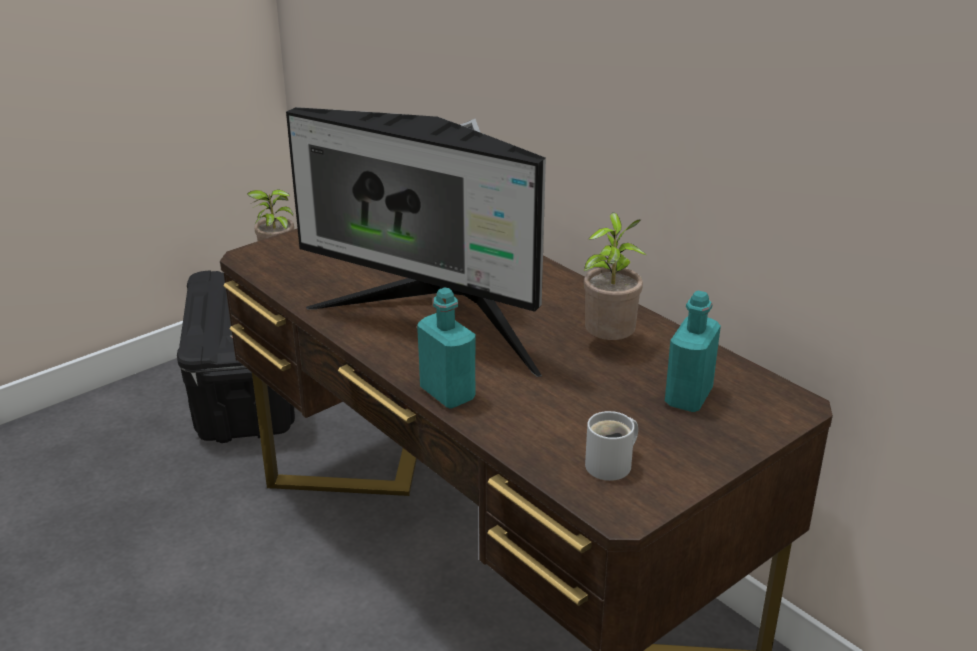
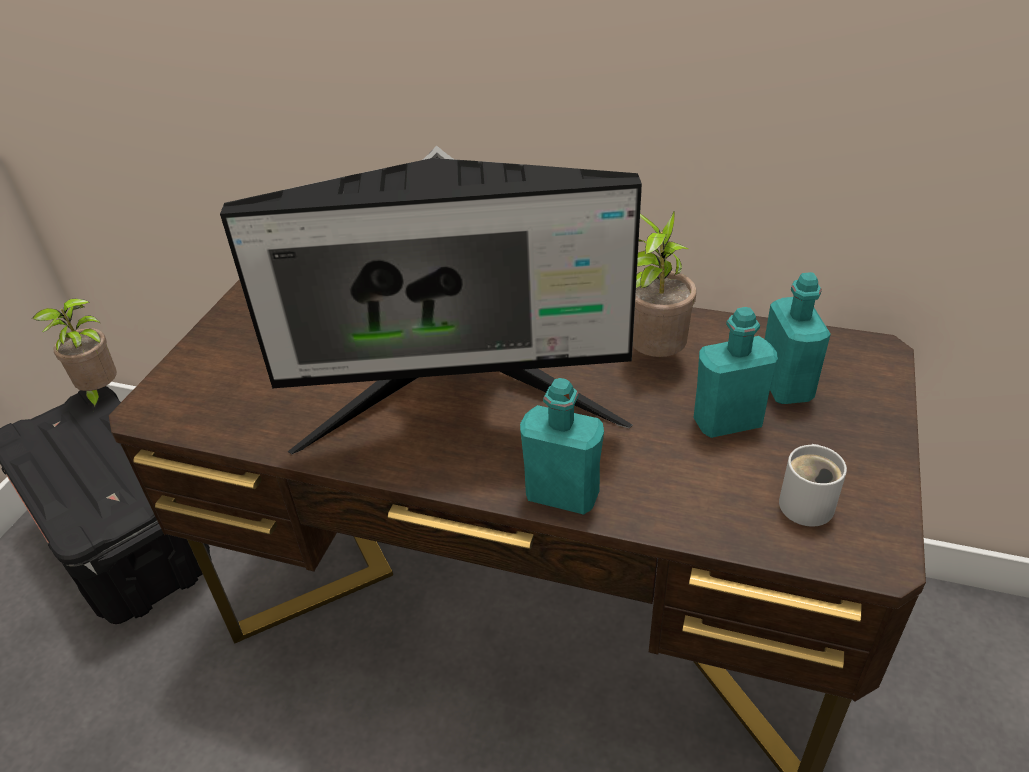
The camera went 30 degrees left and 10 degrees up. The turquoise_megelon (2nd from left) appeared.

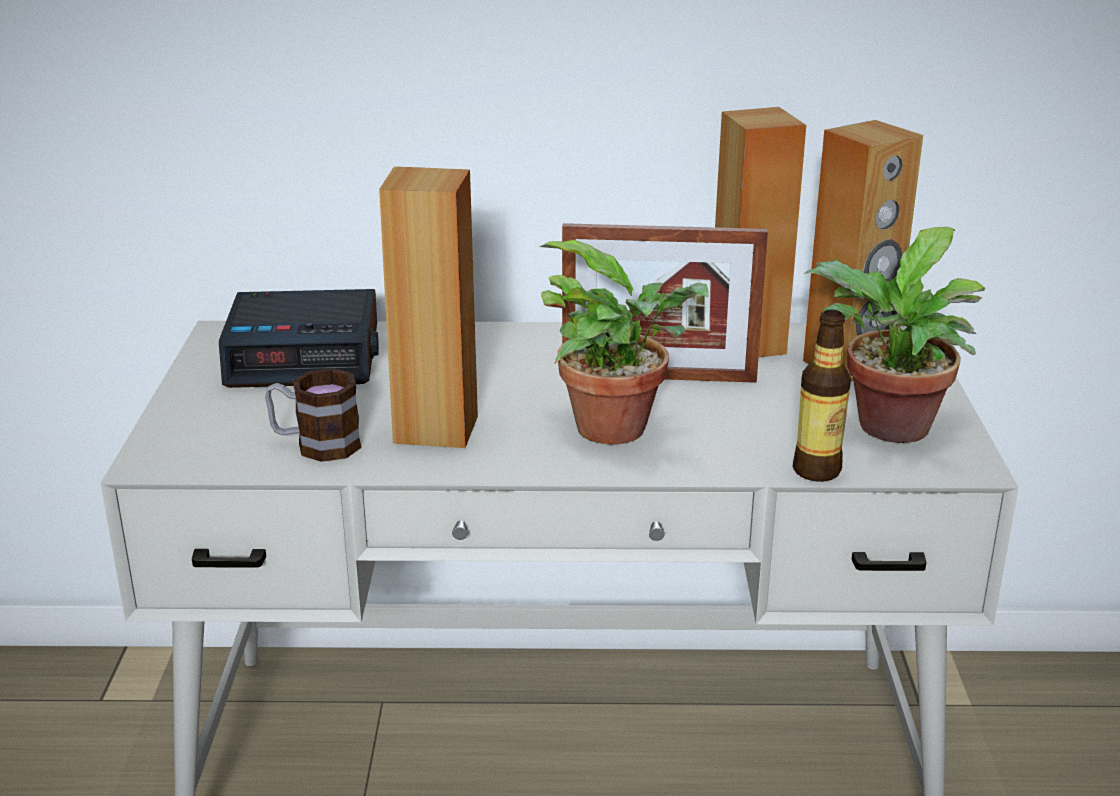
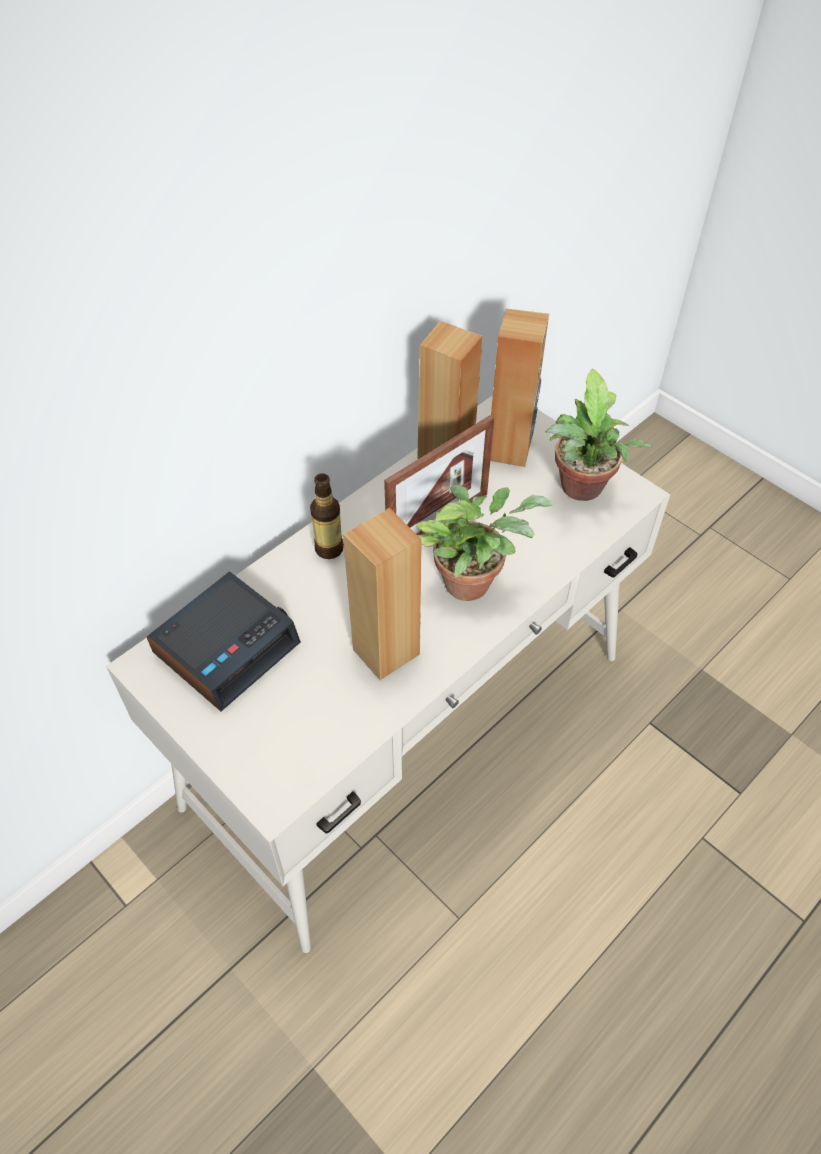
The camera went 45 degrees left and 25 degrees up. The megelon moved. The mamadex disappeared.

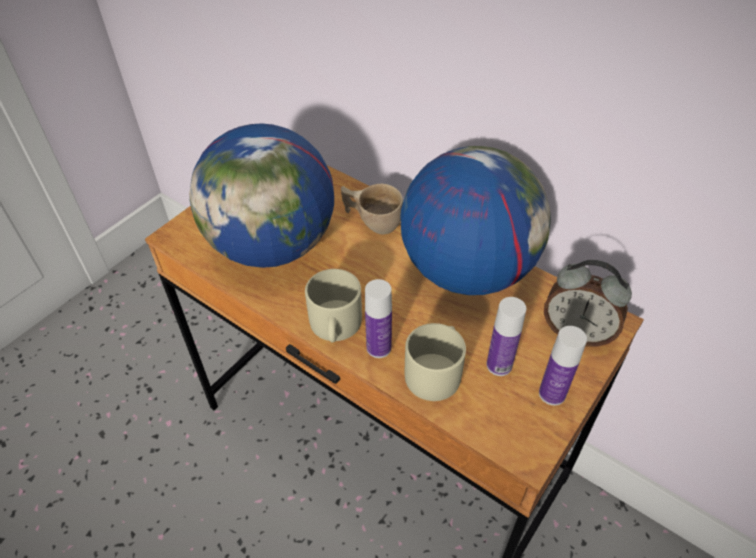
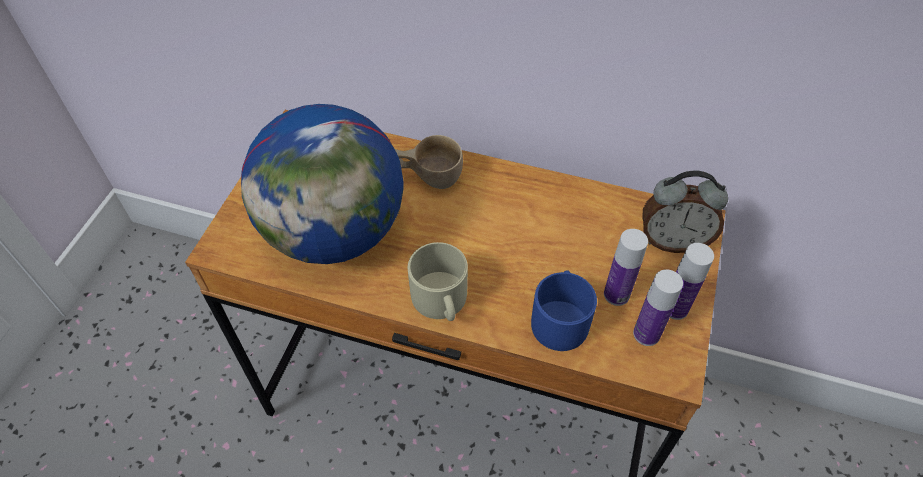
The camera went 20 degrees left and 5 degrees up. The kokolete (2nd from left) disappeared. The megelon (1st from left in the first image) moved. The beige_mamadex (2nd from left) became the blue_mamadex.

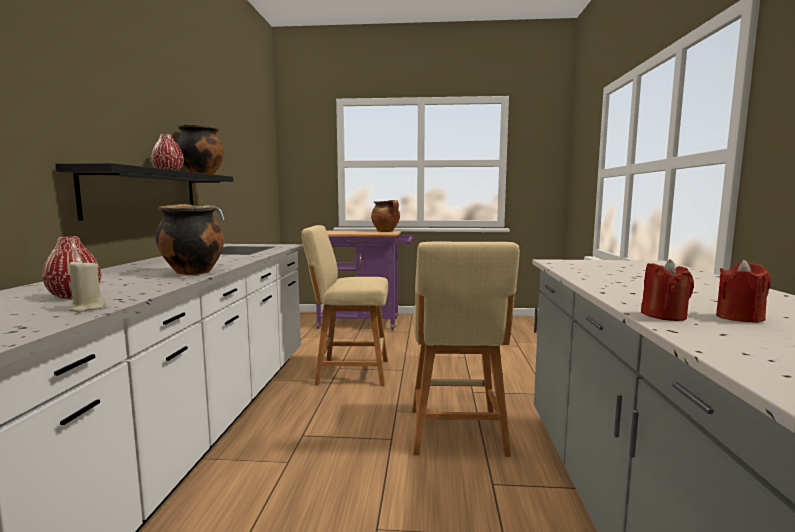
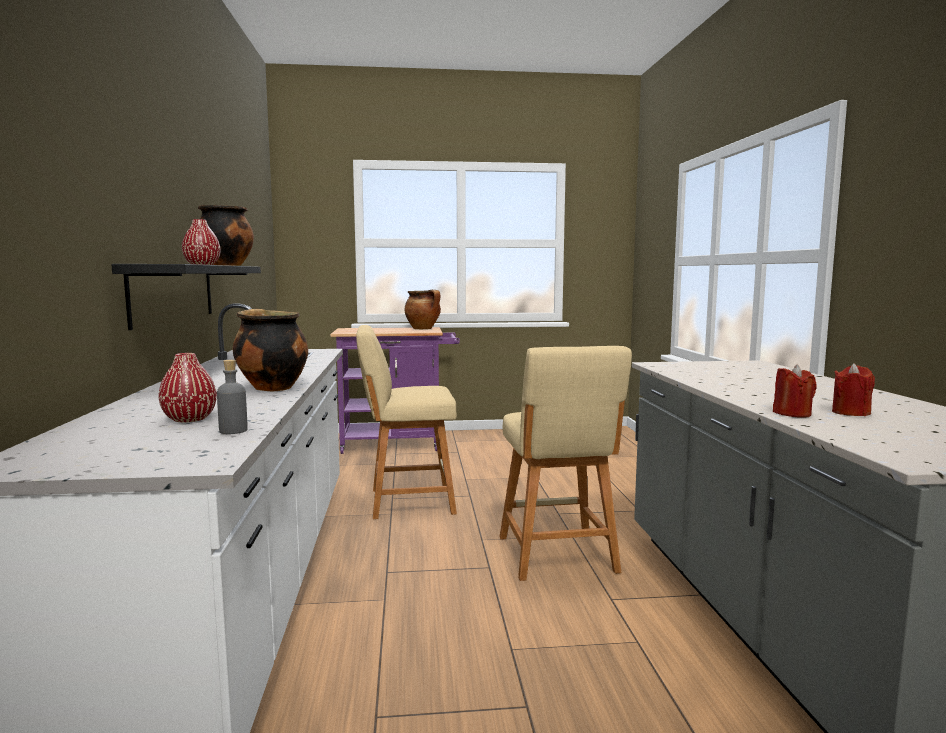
The camera went 10 degrees left and 0 degrees up. The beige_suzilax was replaced by the grey_megelon.

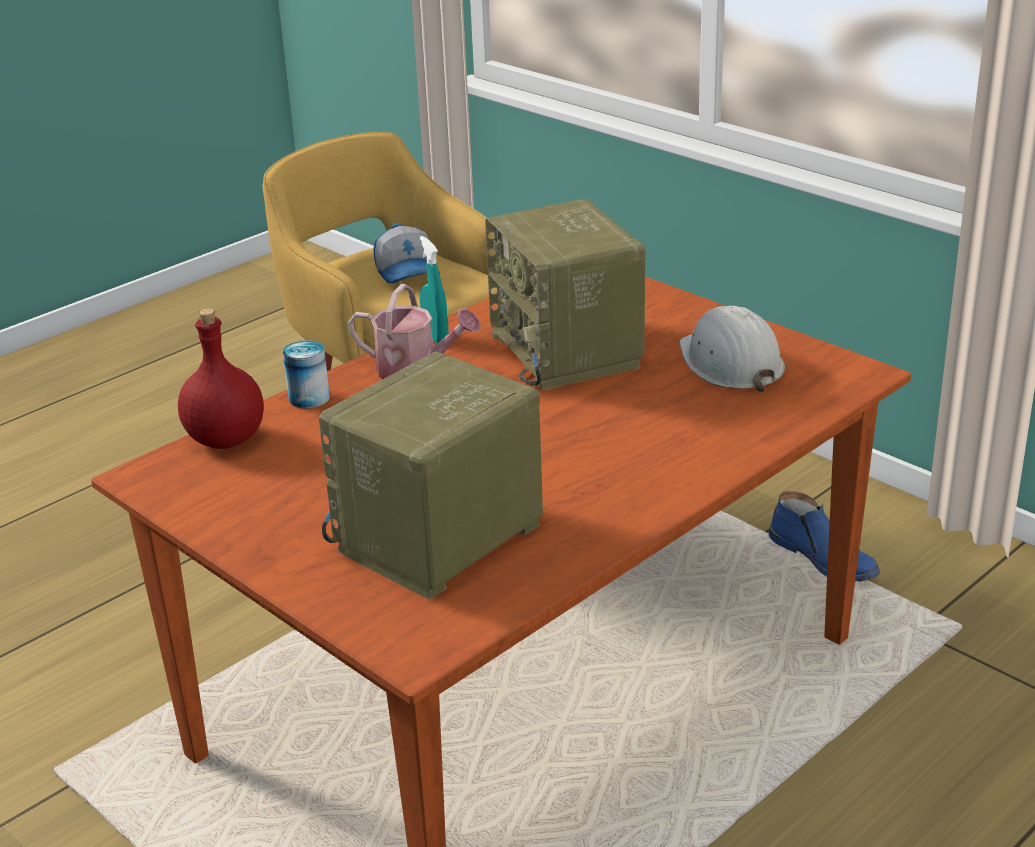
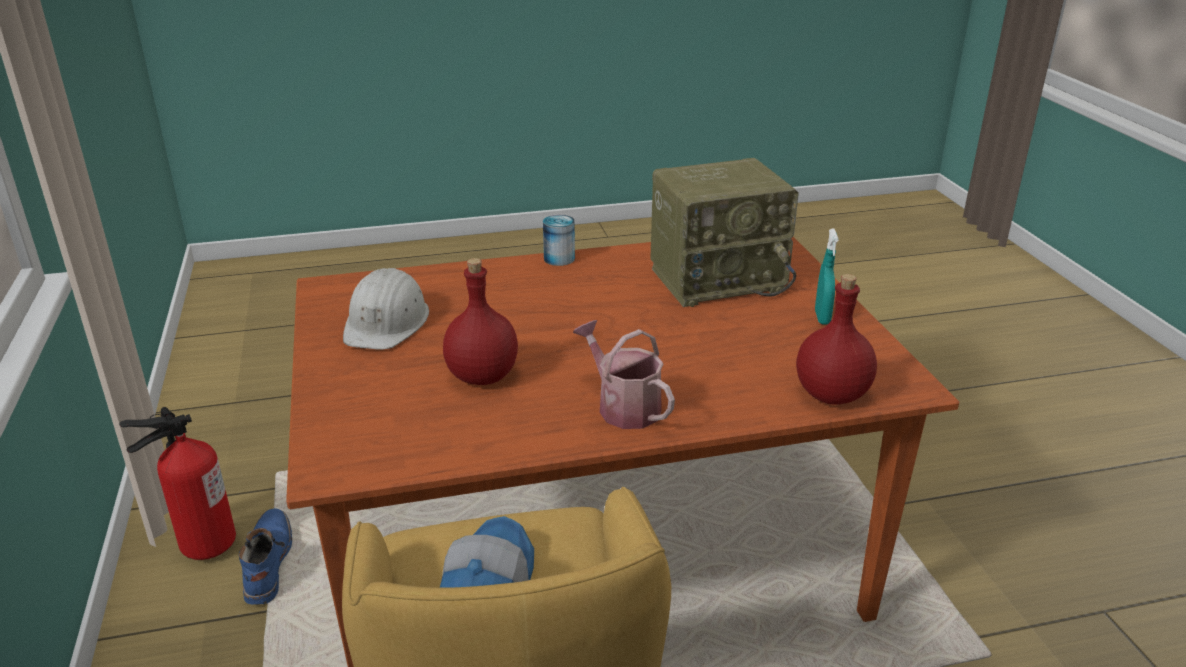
The camera went 150 degrees left and 0 degrees up. The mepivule (2nd from left) was replaced by the red_megelon (1st from left). The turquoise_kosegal moved. The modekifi moved. The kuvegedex appeared.

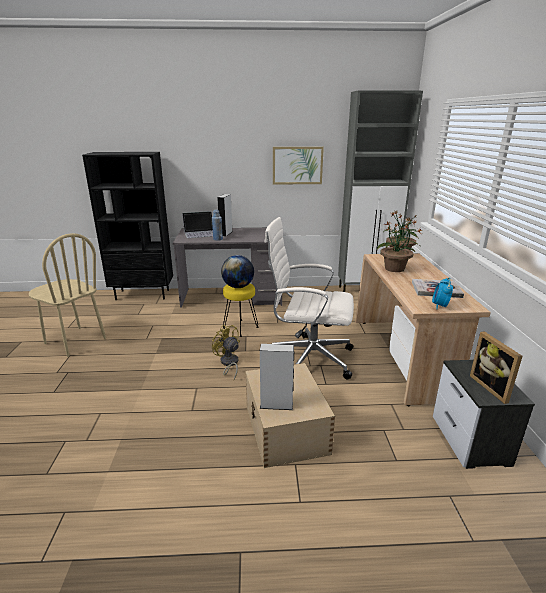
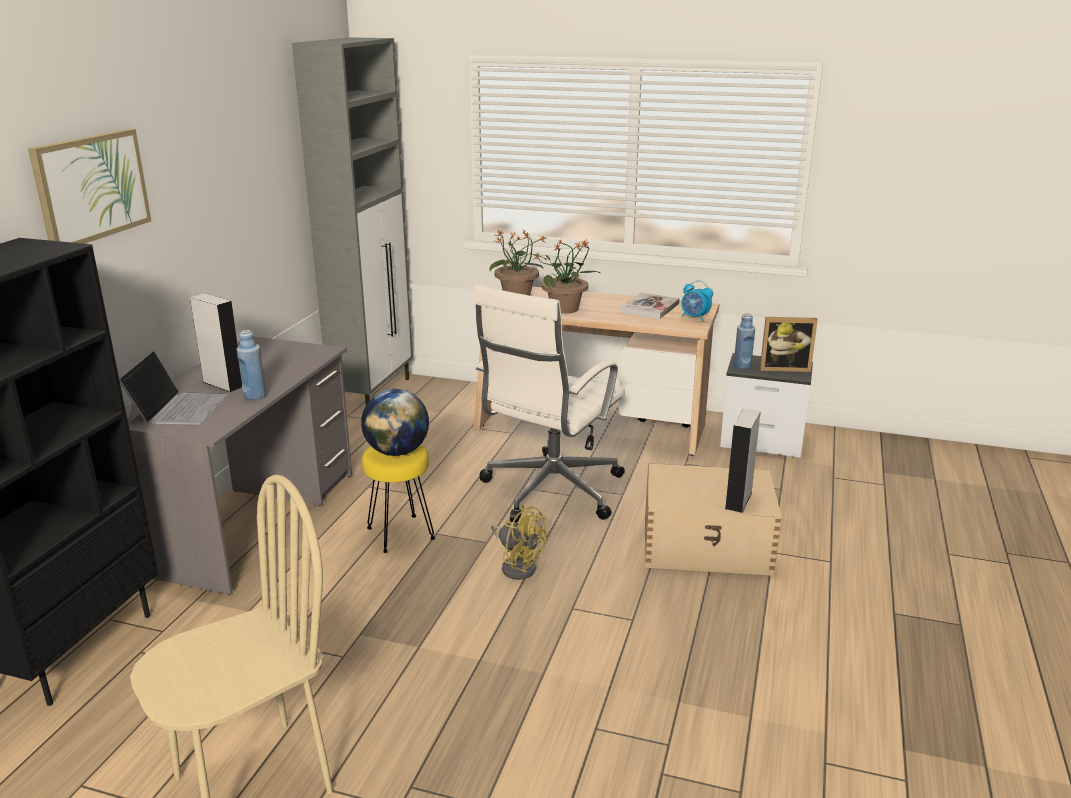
The camera went 70 degrees left and 0 degrees up. The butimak moved. The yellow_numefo turned 120 degrees counterclockwise. The blue_megelon (2nd from left) appeared.

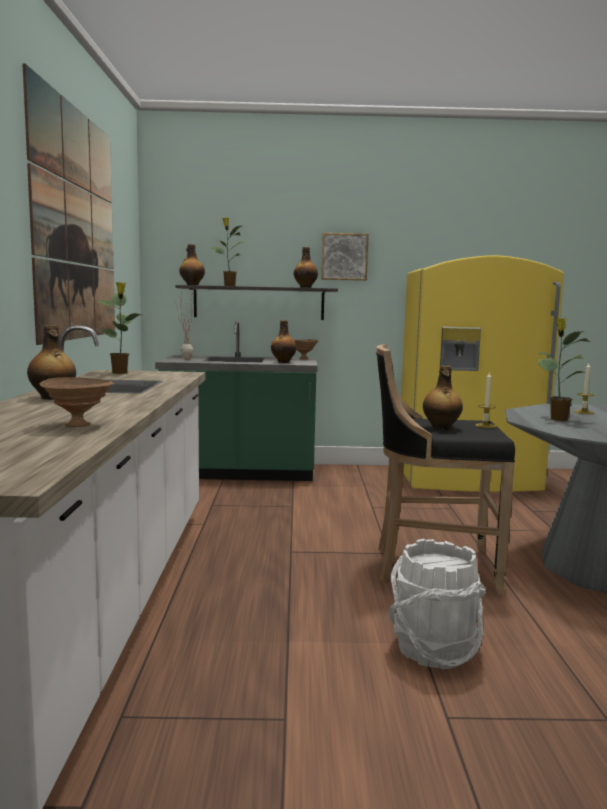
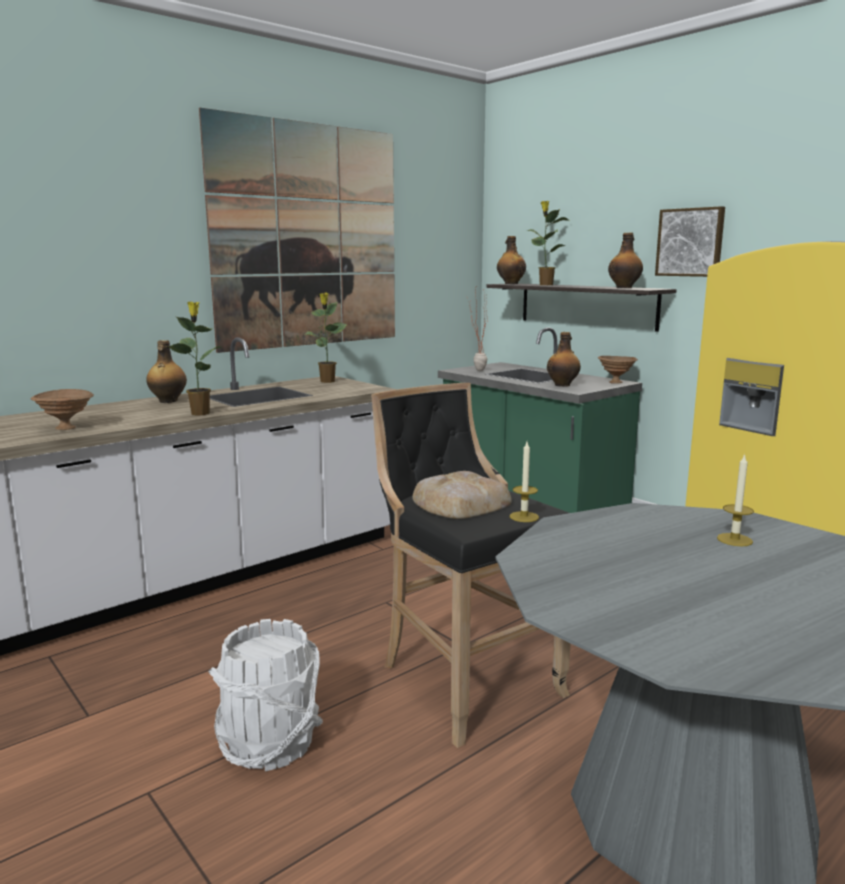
The camera went 50 degrees right and 5 degrees up. The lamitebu (4th from left in the first image) moved. The megelon (5th from left) was replaced by the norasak.

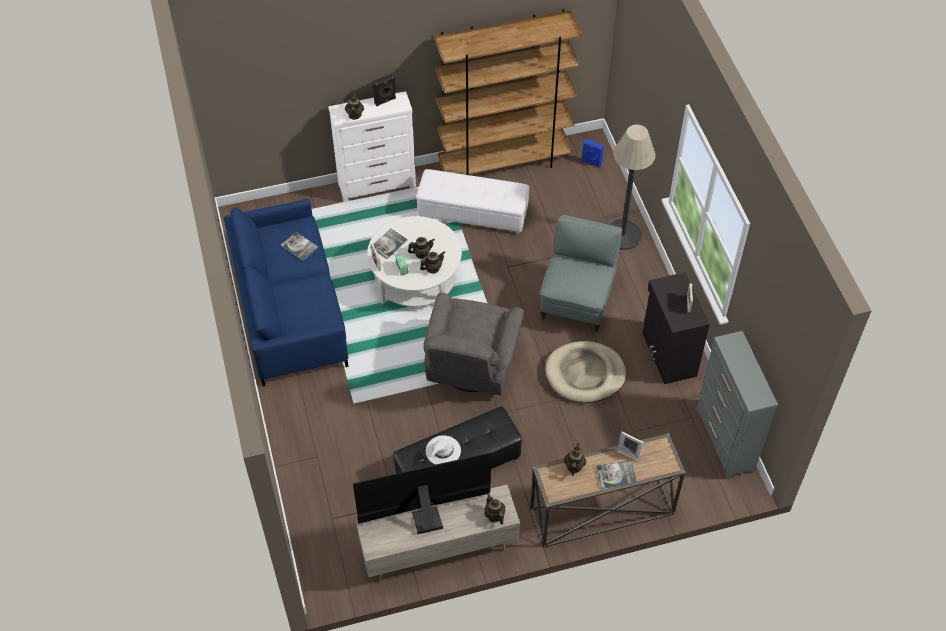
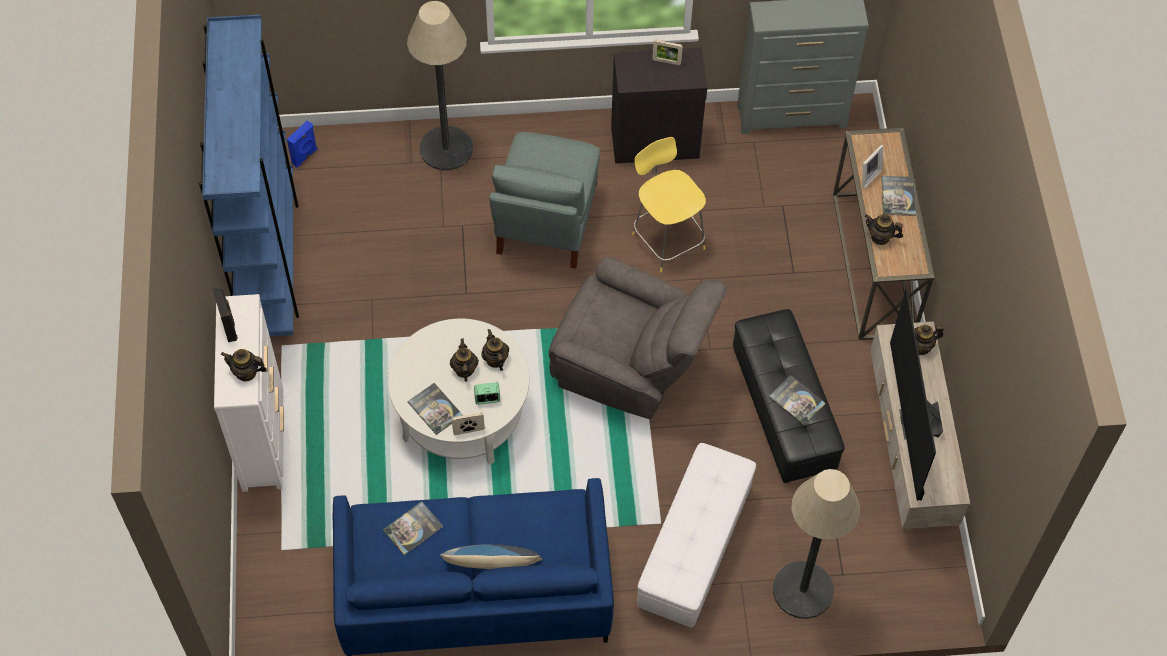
The camera went 80 degrees left and 5 degrees up. The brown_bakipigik became the blue_bakipigik. The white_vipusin moved. The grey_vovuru (2nd from left in the first image) turned 105 degrees counterclockwise. The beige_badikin was replaced by the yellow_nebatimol. The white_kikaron was replaced by the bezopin (3rd from left). The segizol (2nd from left) appeared. The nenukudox appeared.

